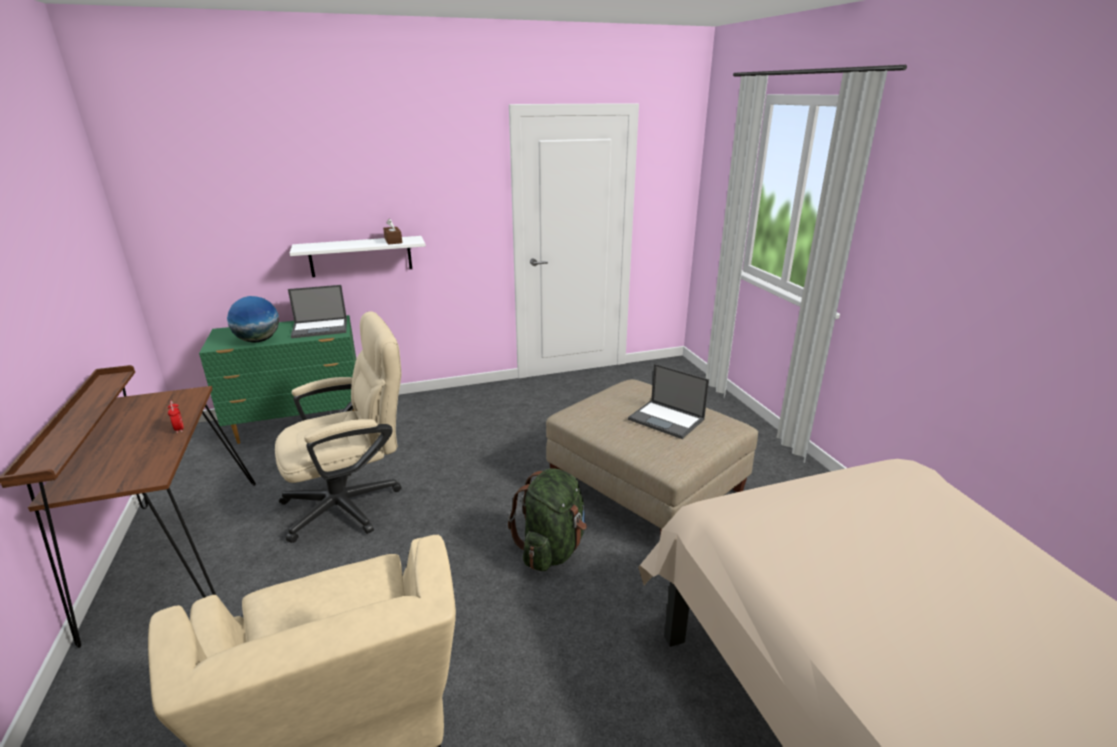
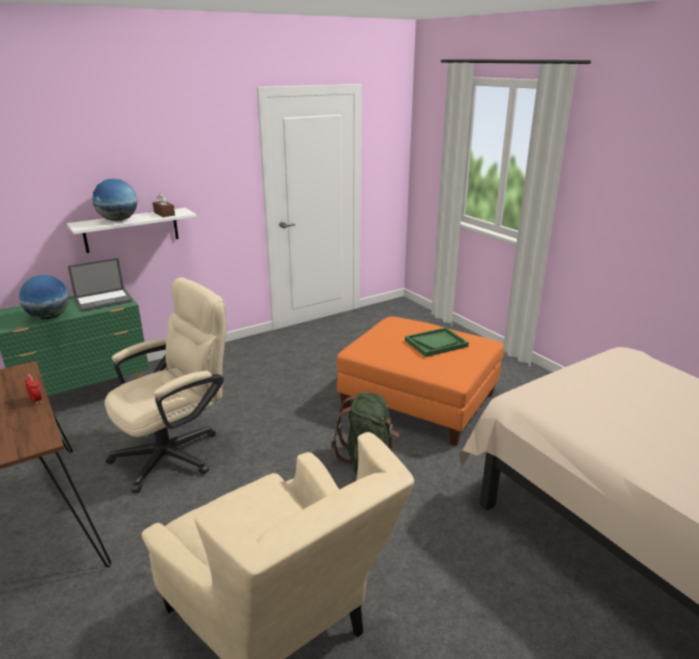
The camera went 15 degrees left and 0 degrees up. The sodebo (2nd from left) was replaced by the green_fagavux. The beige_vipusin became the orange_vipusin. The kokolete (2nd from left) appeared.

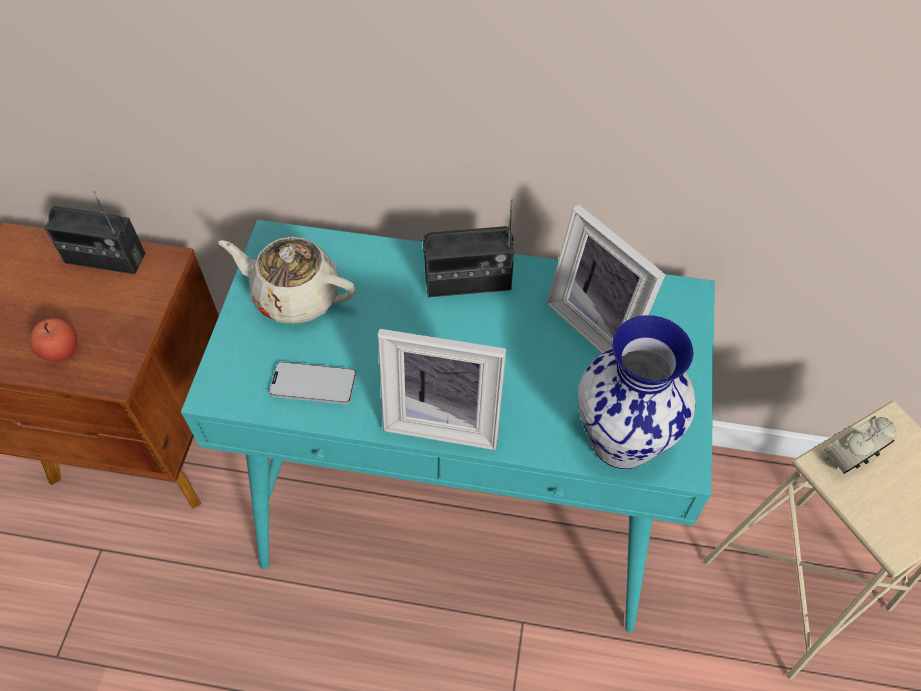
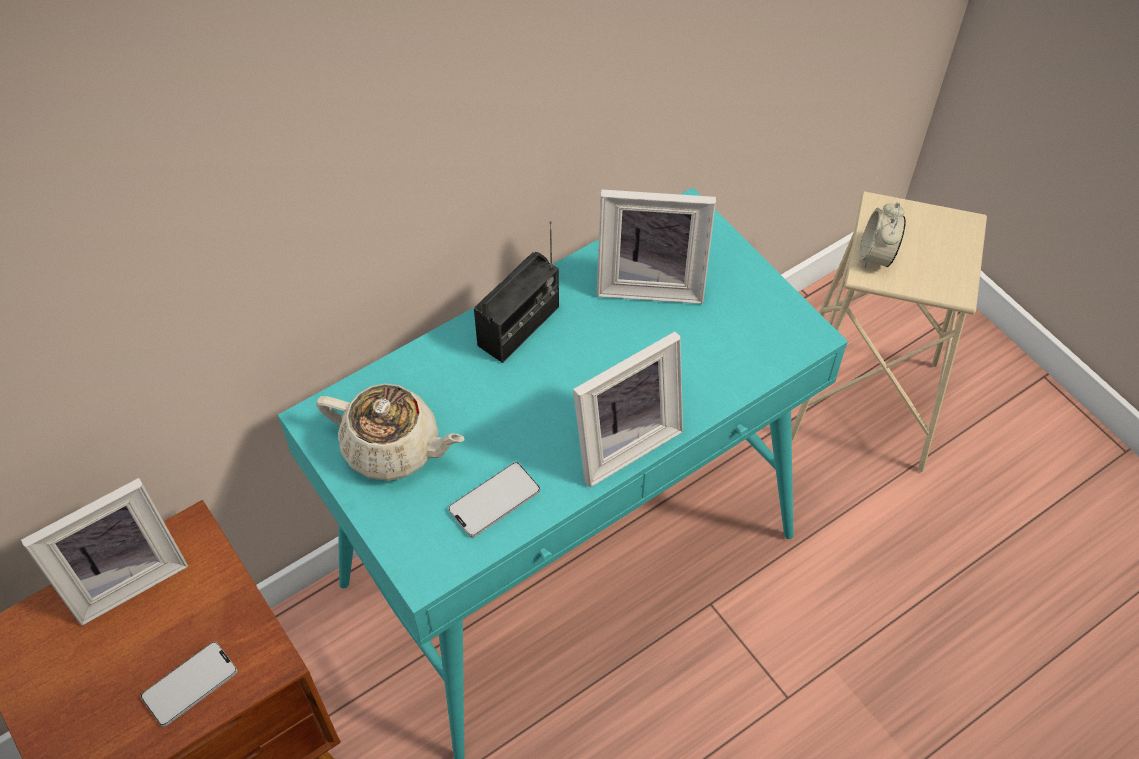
The camera went 45 degrees left and 0 degrees up. The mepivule (1st from left) was replaced by the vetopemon (1st from left). The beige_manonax turned 135 degrees counterclockwise. The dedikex disappeared. The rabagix was replaced by the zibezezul (1st from left).

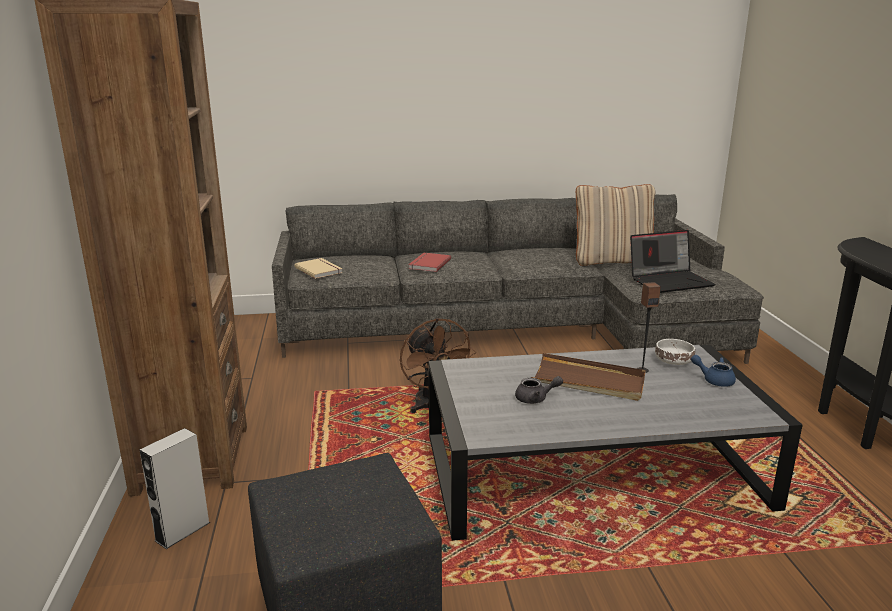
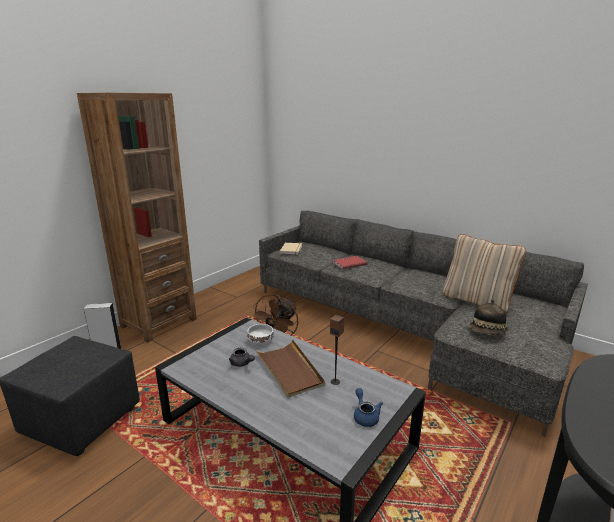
The camera went 45 degrees right and 0 degrees up. The sodebo was replaced by the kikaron. The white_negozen moved.

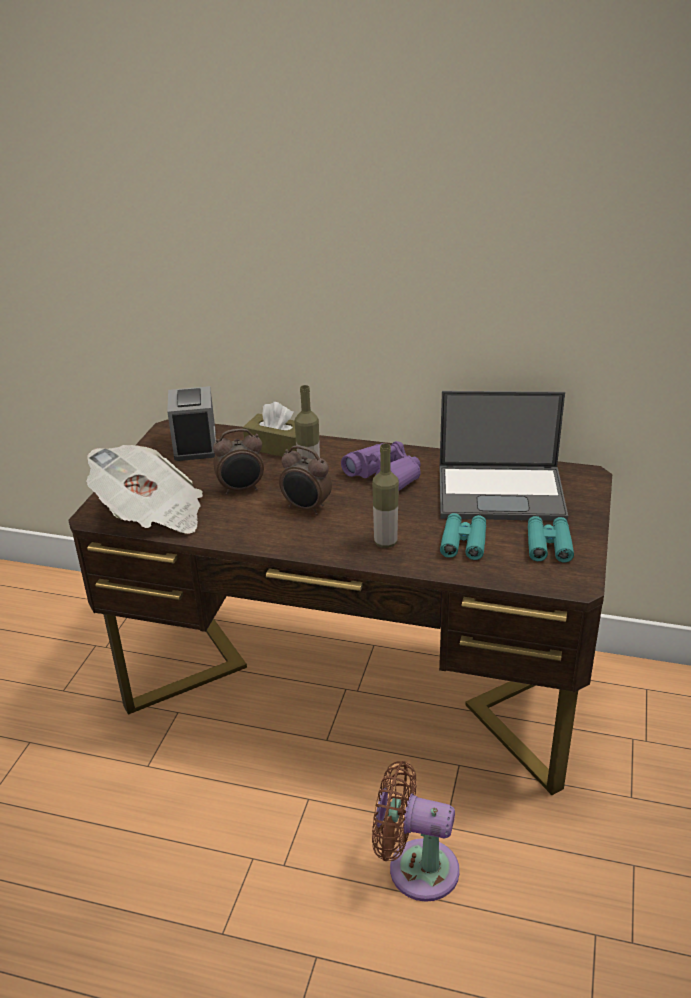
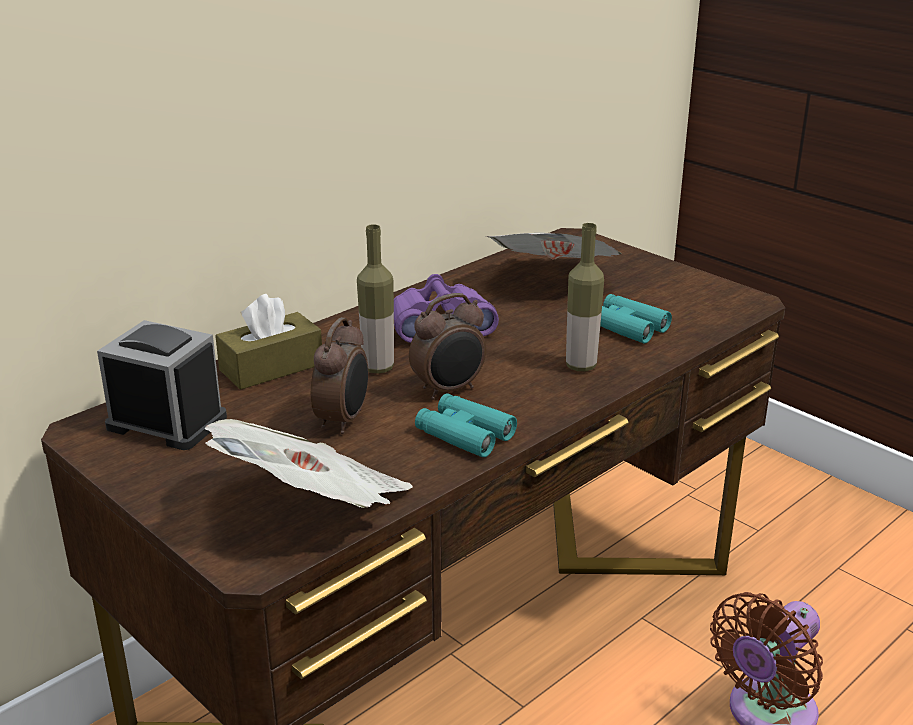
The camera went 60 degrees left and 5 degrees down. The sodebo was replaced by the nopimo (2nd from left). The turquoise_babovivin (2nd from left in the first image) moved.

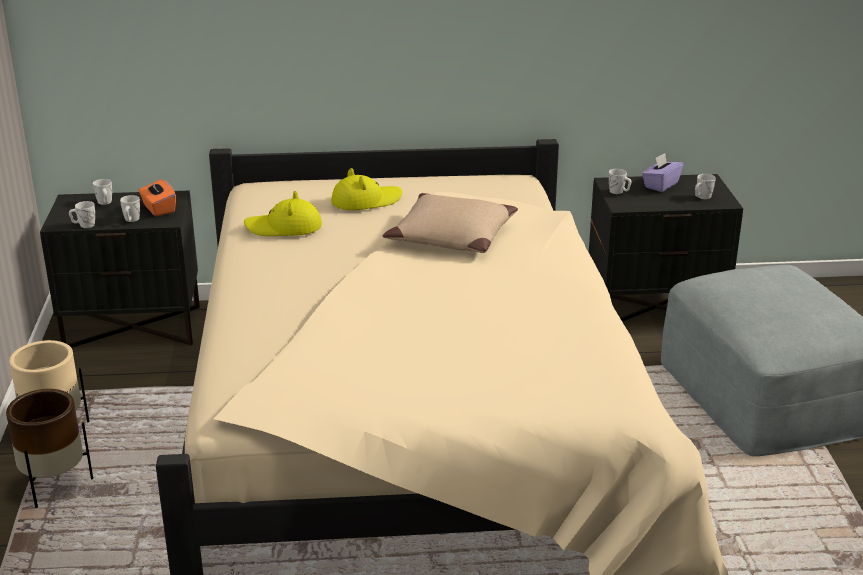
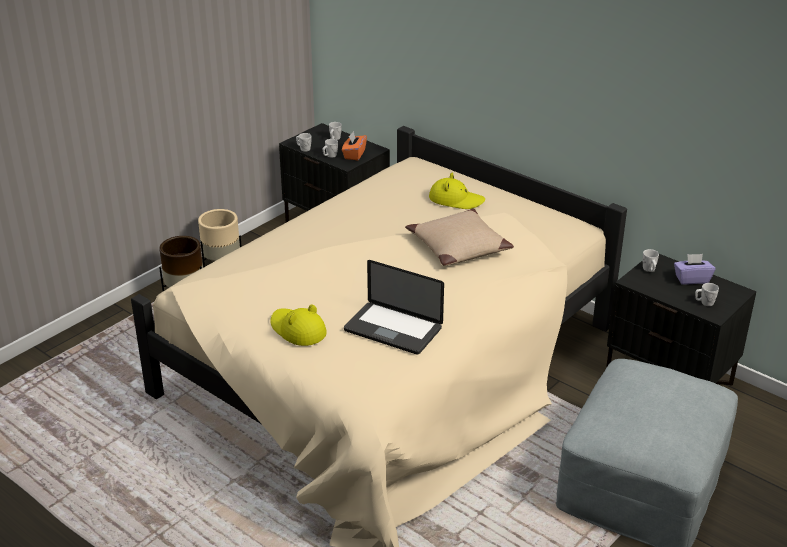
The camera went 45 degrees right and 5 degrees up. The yellow_kikaron (1st from left) moved. The sodebo appeared.

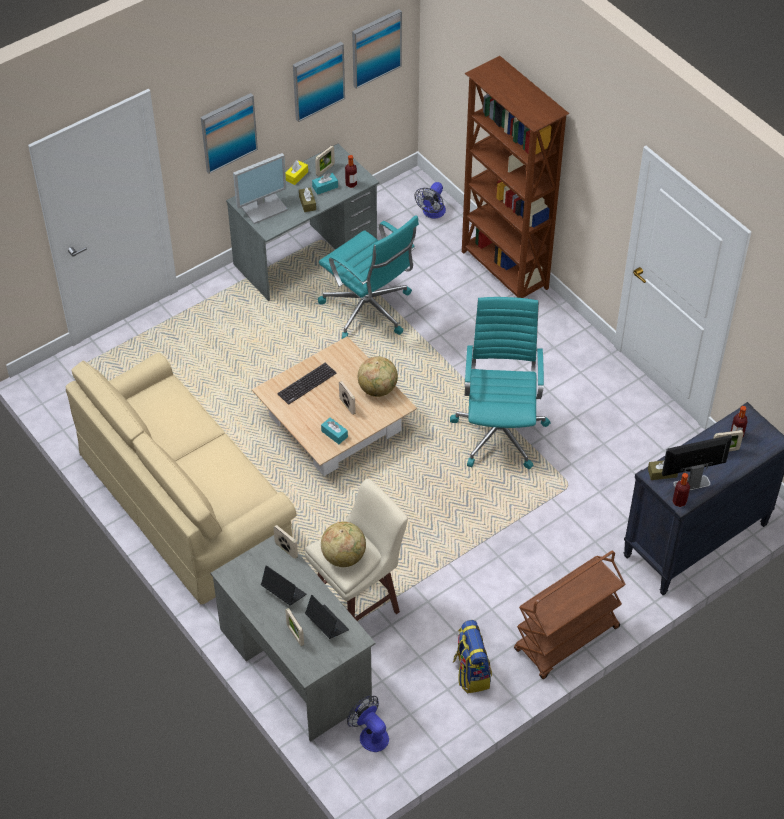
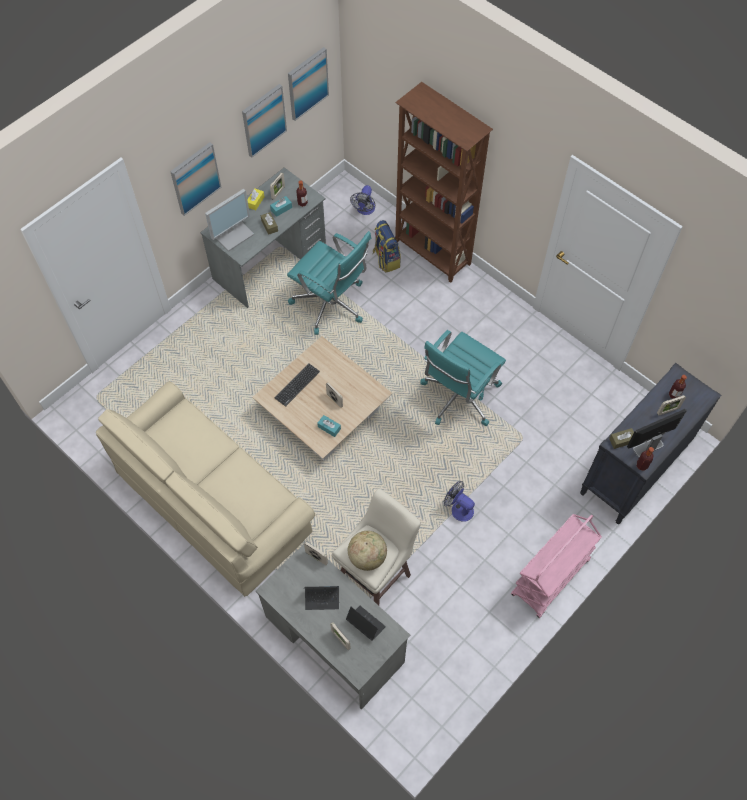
The camera went 10 degrees left and 10 degrees up. The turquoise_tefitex (2nd from left) turned 135 degrees counterclockwise. The kokolete (2nd from left) disappeared. The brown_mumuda became the pink_mumuda. The sodebo (1st from left) turned 150 degrees clockwise. The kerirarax moved. The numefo (1st from left in the first image) moved.

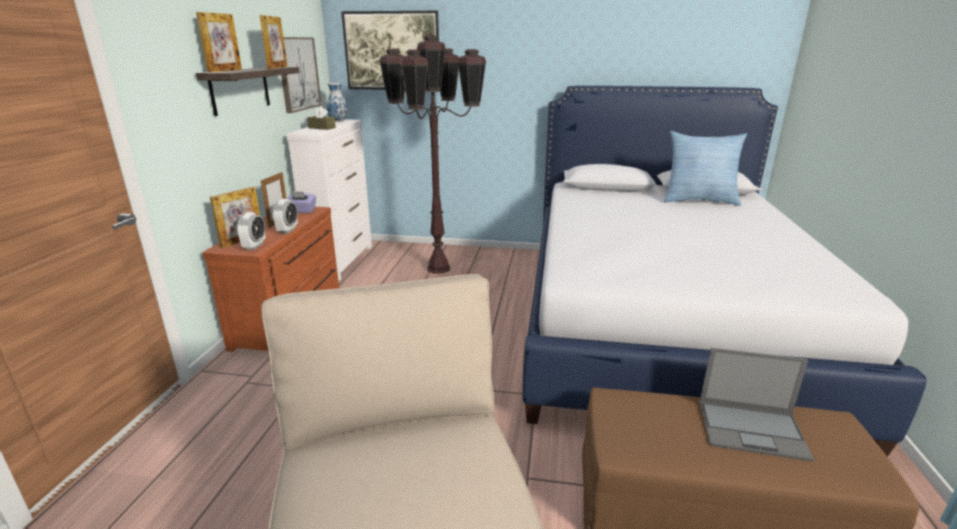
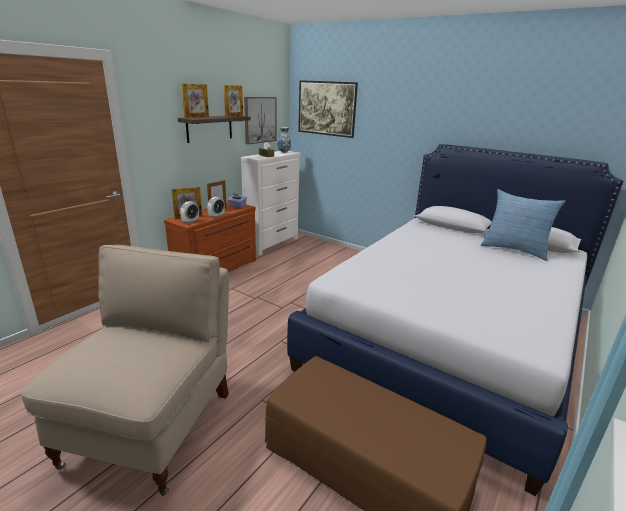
The camera went 25 degrees right and 0 degrees up. The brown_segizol disappeared. The sodebo disappeared.

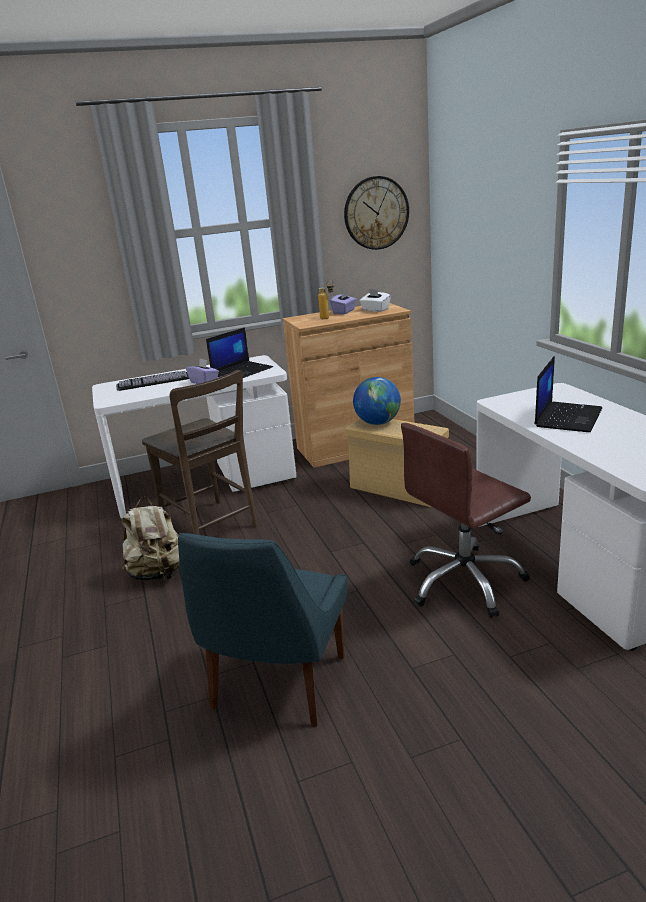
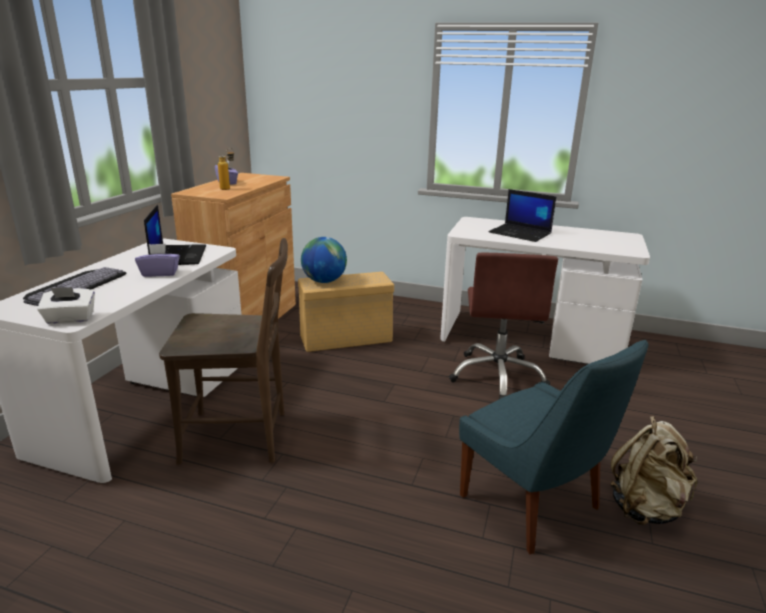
The camera went 55 degrees left and 0 degrees up. The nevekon disappeared. The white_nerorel moved. The sodebo (2nd from left) turned 150 degrees clockwise. The beige_kerirarax moved.

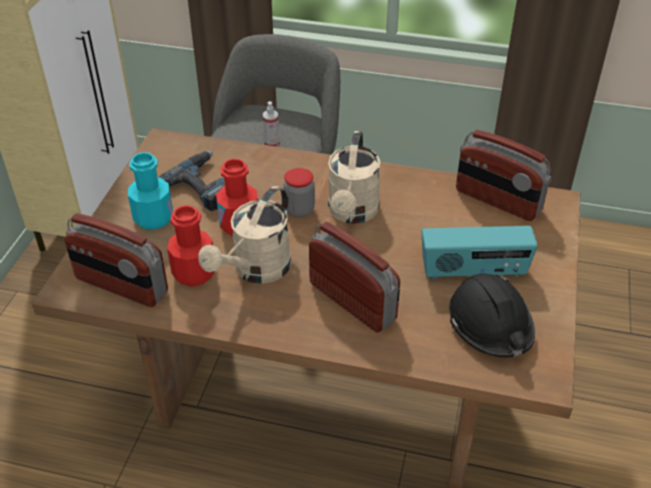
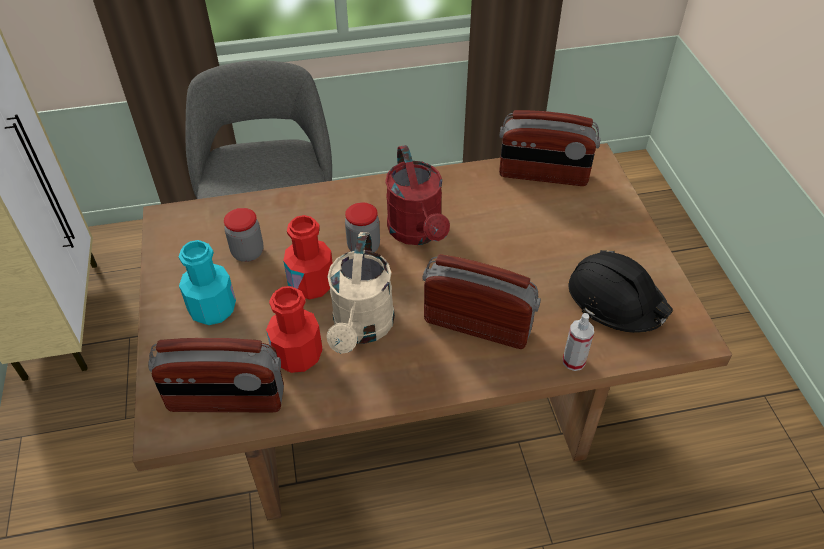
The camera went 25 degrees left and 5 degrees up. The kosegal moved. The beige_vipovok (2nd from left) became the red_vipovok. The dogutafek was replaced by the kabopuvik (1st from left). The mepivule (3rd from left) disappeared.

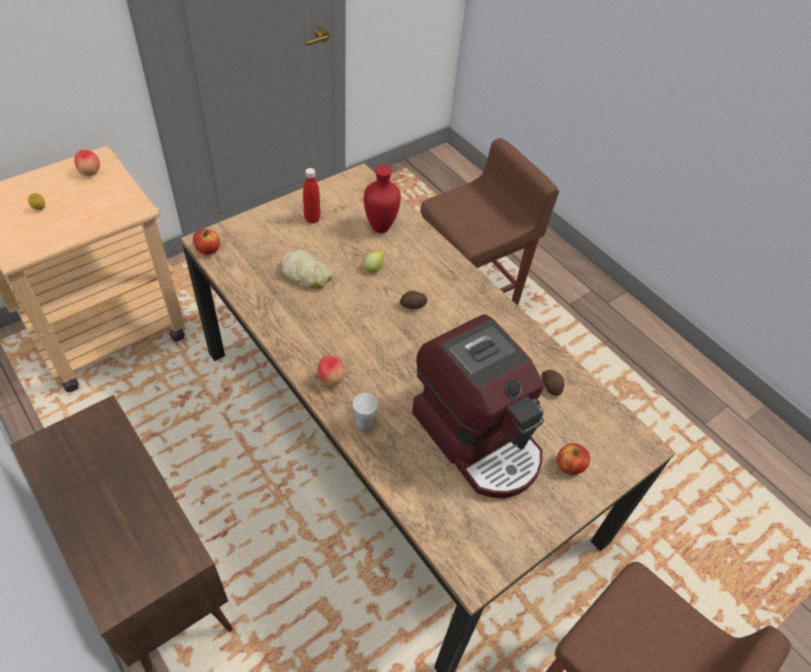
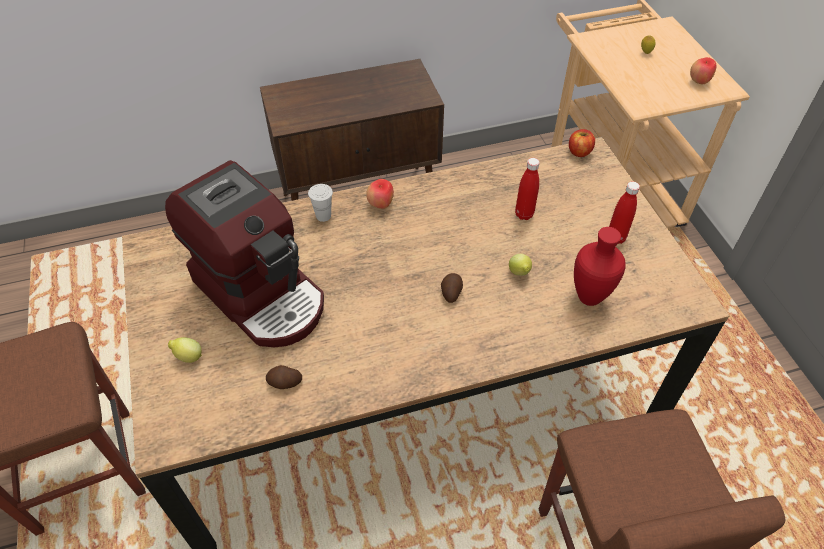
The camera went 115 degrees right and 0 degrees up. The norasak was replaced by the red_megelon (1st from left). The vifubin turned 120 degrees counterclockwise. The rabagix (4th from left) was replaced by the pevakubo (1st from left).

